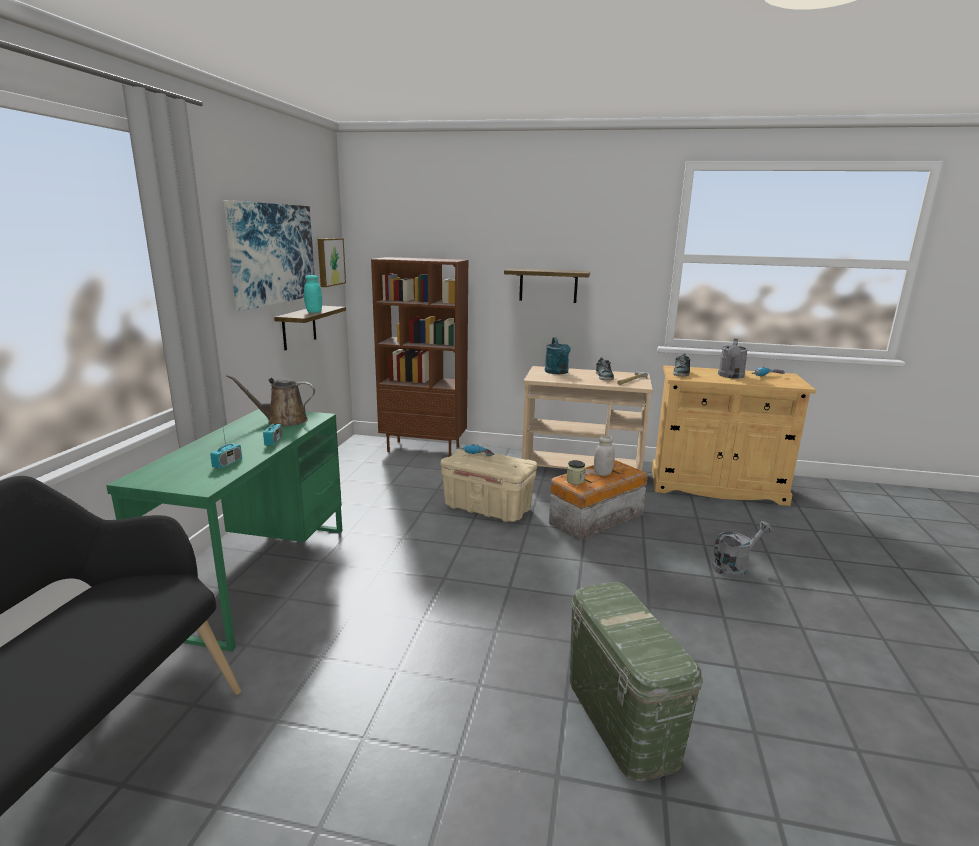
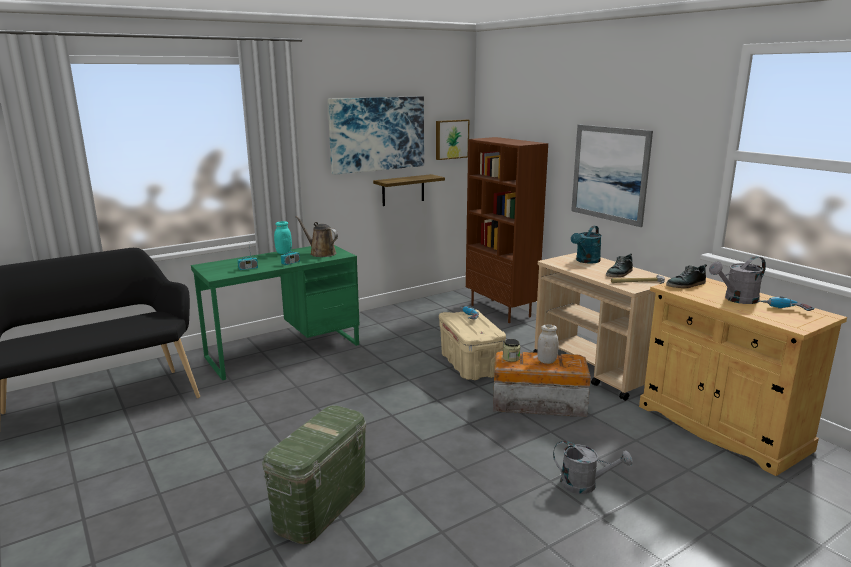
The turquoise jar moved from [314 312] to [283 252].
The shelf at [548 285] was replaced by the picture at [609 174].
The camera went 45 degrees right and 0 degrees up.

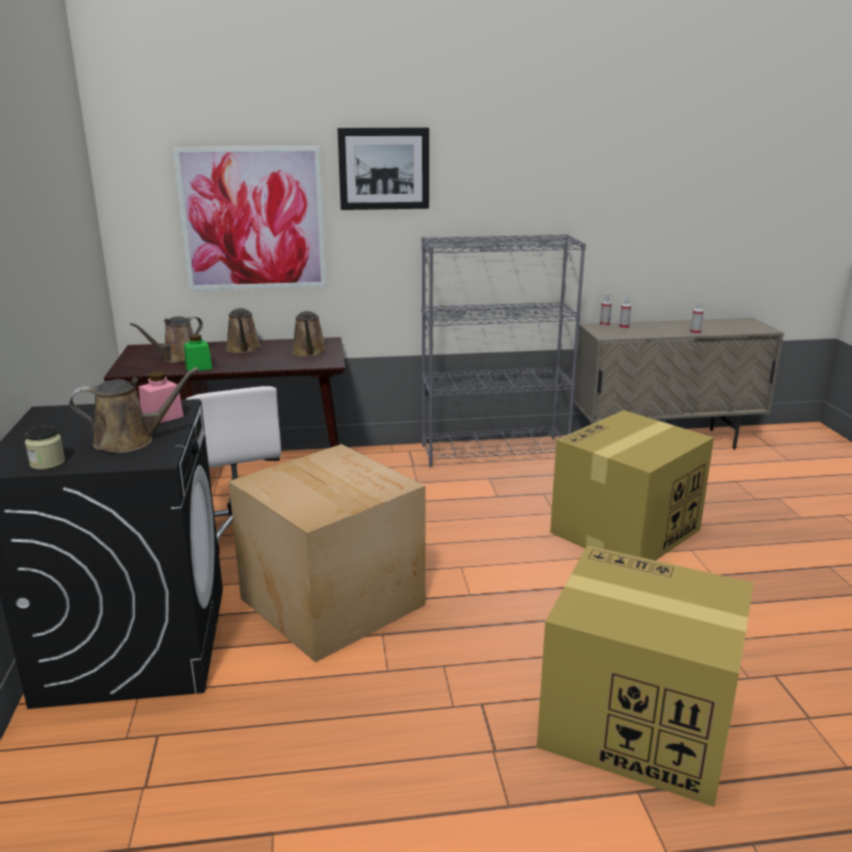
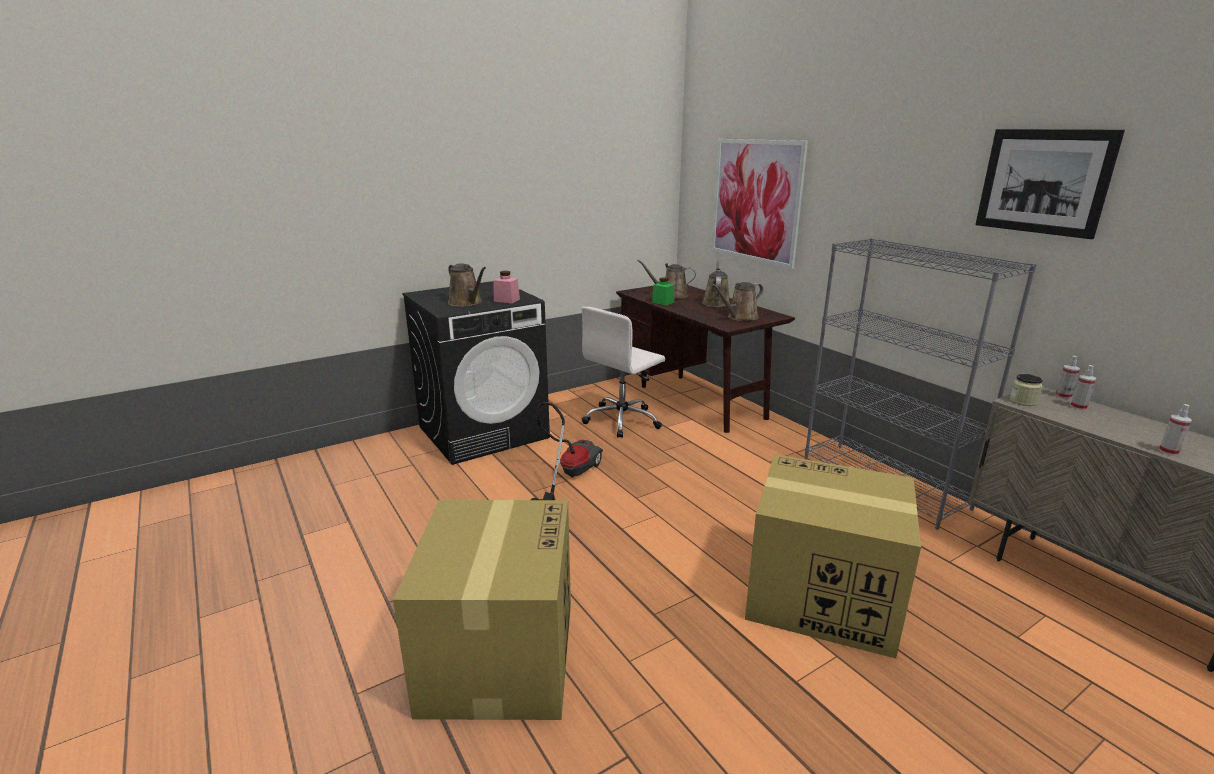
The cardboard box at [333 600] was replaced by the vacuum cleaner at [569 475].
The brown watering can at [244 349] turned 135 degrees clockwise.
The picture moved from [384 169] to [1043 181].
The jar moved from [47 463] to [1023 401].
The camera went 65 degrees right and 0 degrees up.

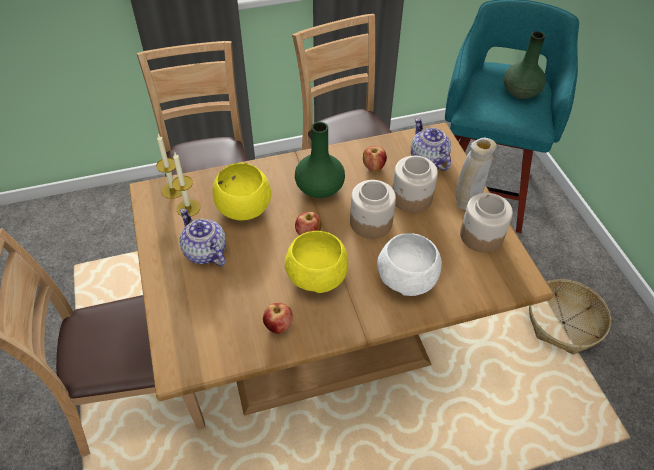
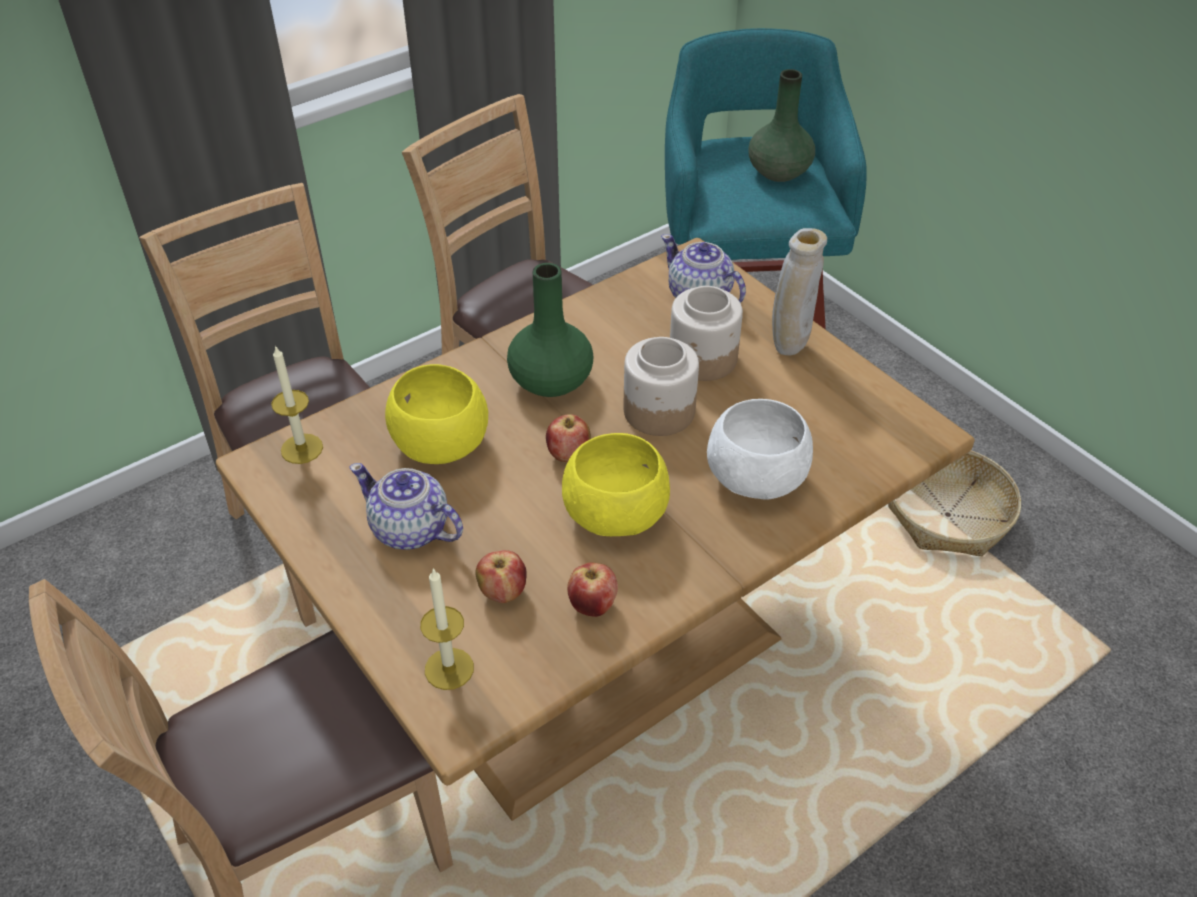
The candle moved from [188 208] to [449 668].
The apple moved from [373 167] to [503 592].
The jar at [481 235] disappeared.
The camera went 20 degrees left and 5 degrees down.

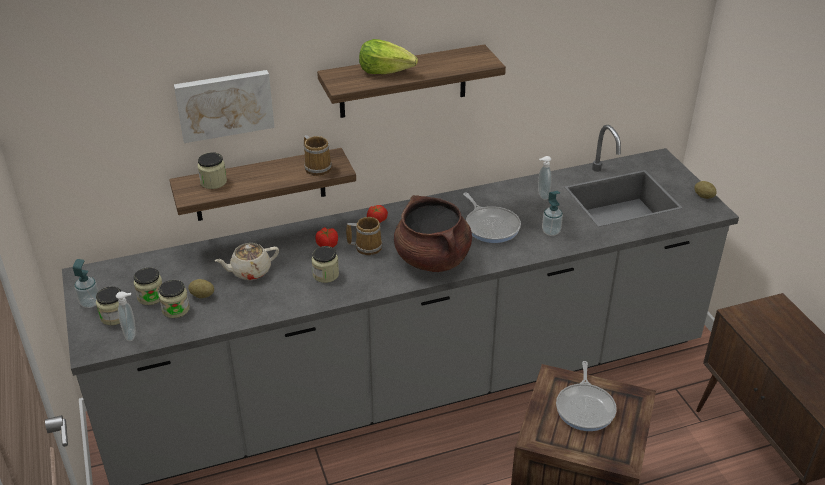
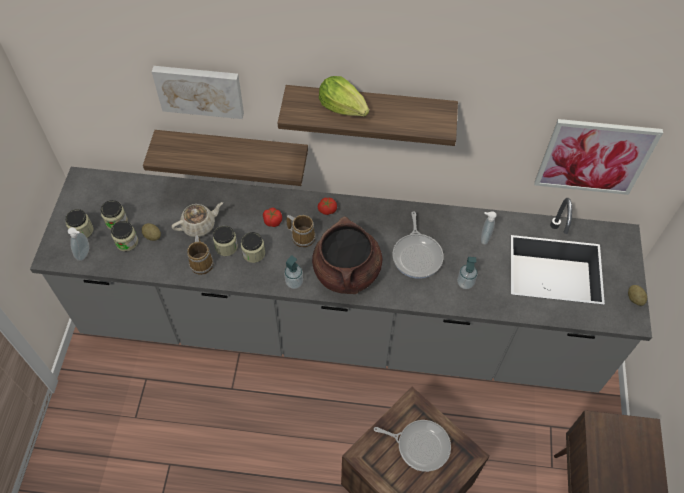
The beige teapot at [250 271] turned 150 degrees clockwise.
The mug moved from [317 167] to [202 262].
The jar moved from [213 182] to [226 247].
The soap dispenser moved from [90 303] to [294 282].
The frying pan at [585 407] turned 105 degrees counterclockwise.
The picture at [594 156] appeared.
The camera went 25 degrees right and 20 degrees up.

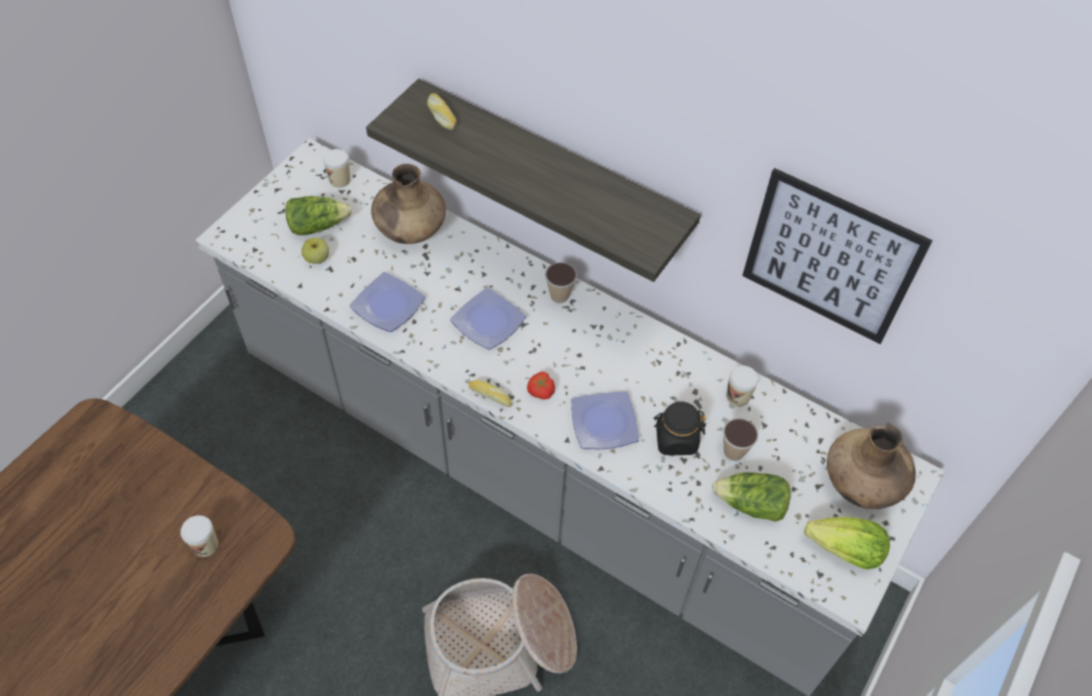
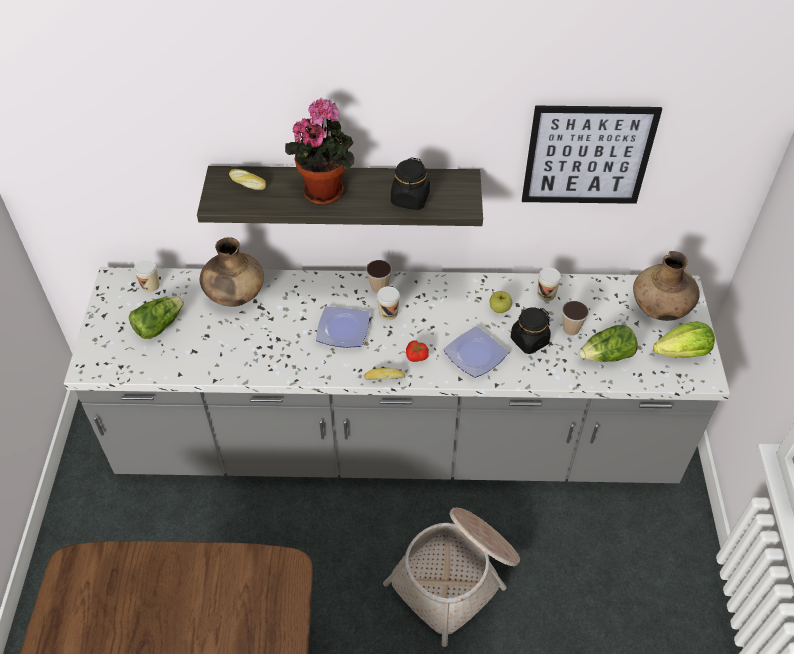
The potted plant at [325 189] appeared.
The cup moved from [205 545] to [388 313].
The black jar at [410 199] appeared.
The apple moved from [317 259] to [500 309].
The plate at [388 306] disappeared.
The camera went 30 degrees left and 5 degrees down.

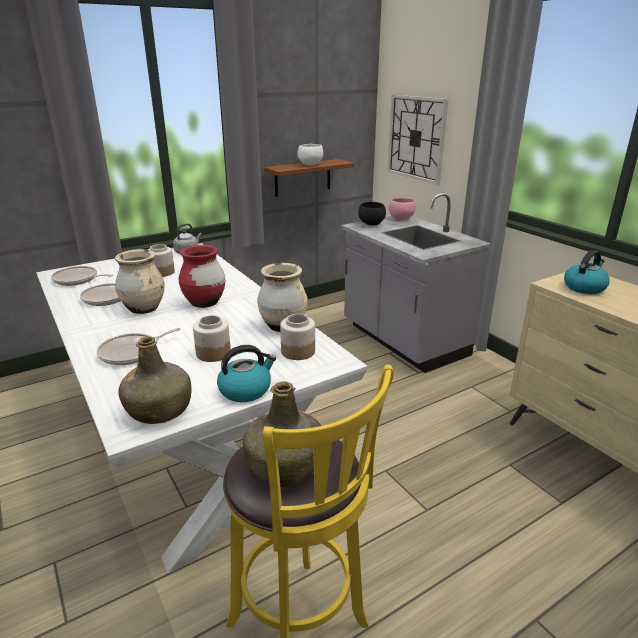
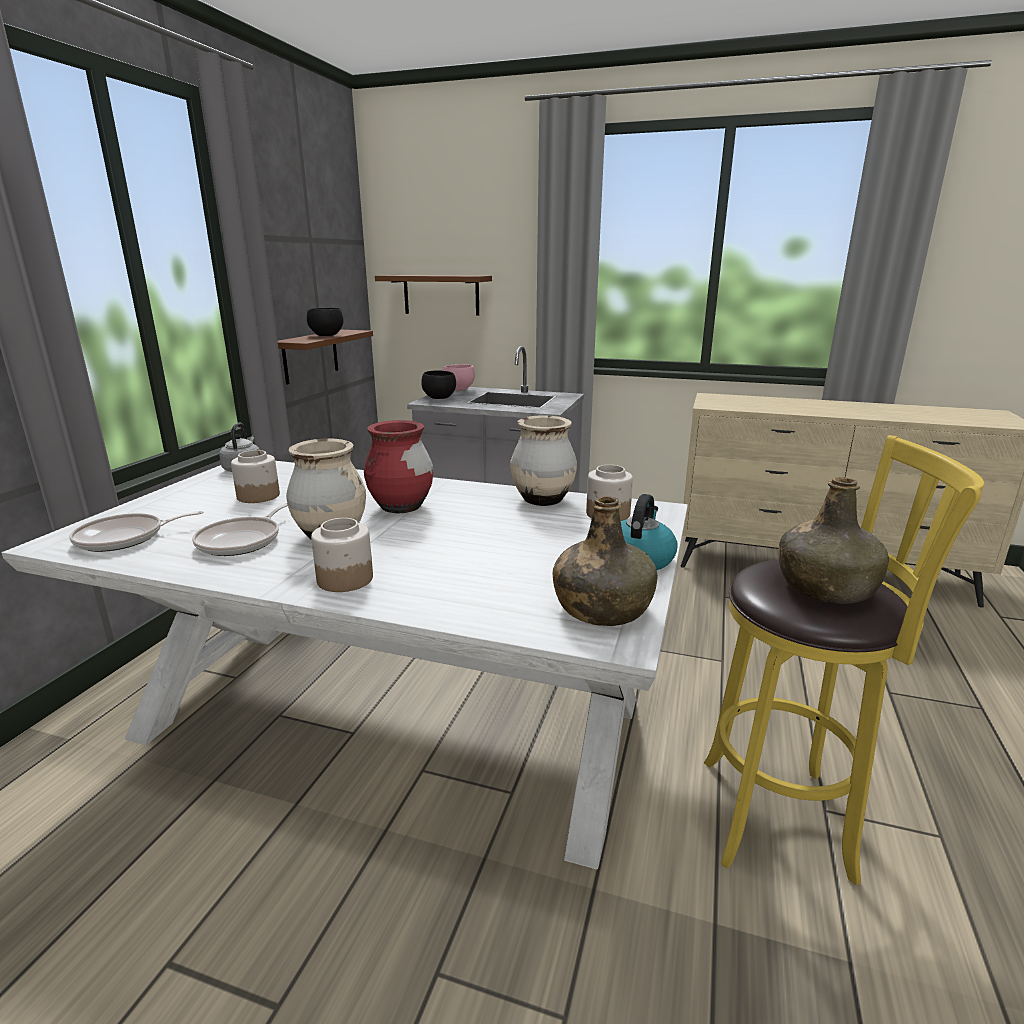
The white bowl at [309 164] became the black bowl at [325 335].
The jar moved from [213 353] to [344 579].
The wall clock at [416 138] was replaced by the brown shelf at [441 295].
The frying pan at [132 352] disappeared.
The kettle at [584 287] disappeared.
The camera went 40 degrees left and 5 degrees down.

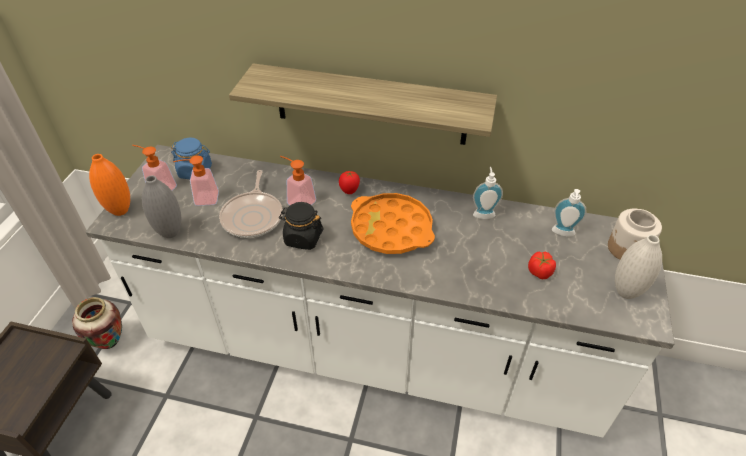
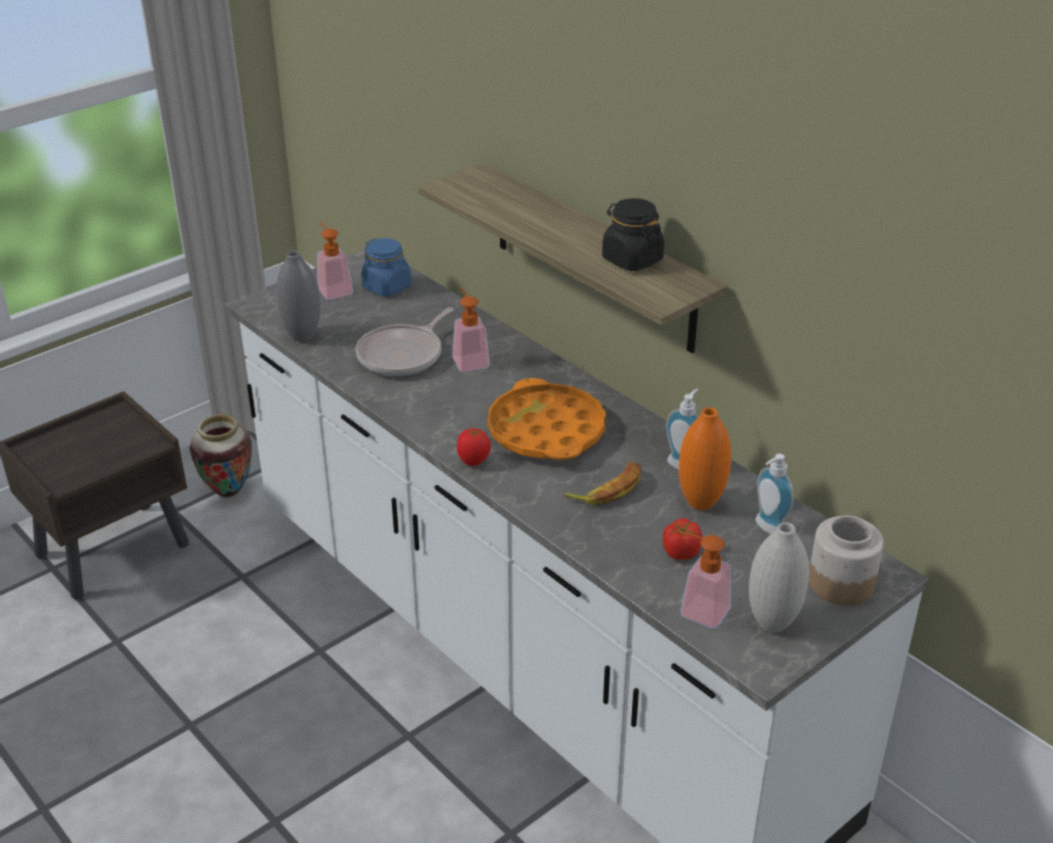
The tomato moved from [349 191] to [473 462].
The banana at [607 489] appeared.
The black jar moved from [303 238] to [632 260].
The soap dispenser moved from [201 199] to [696 609].
The orange vase moved from [120 210] to [700 502].
The camera went 35 degrees right and 10 degrees down.

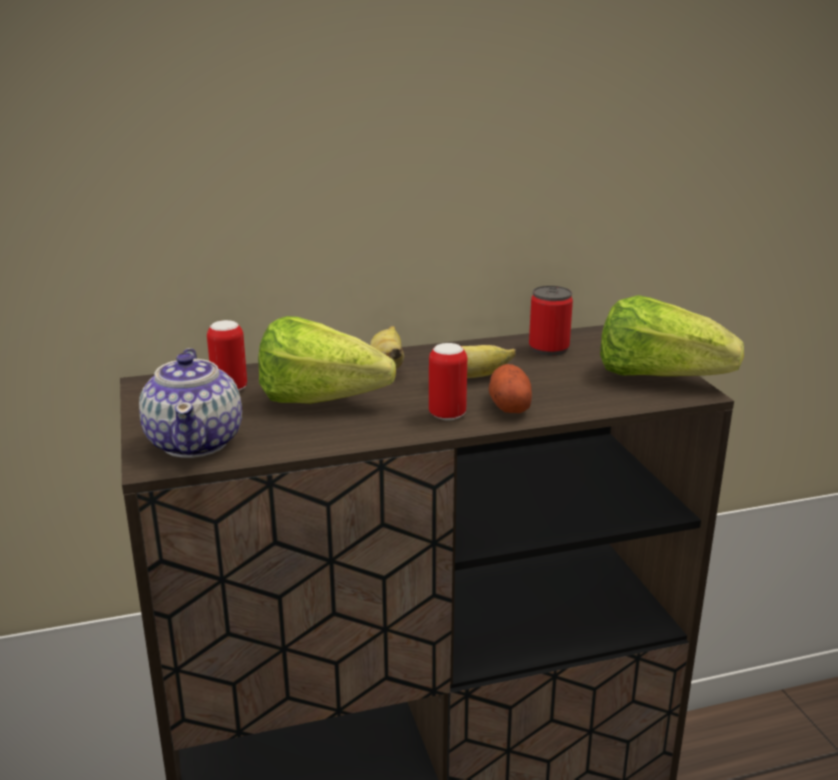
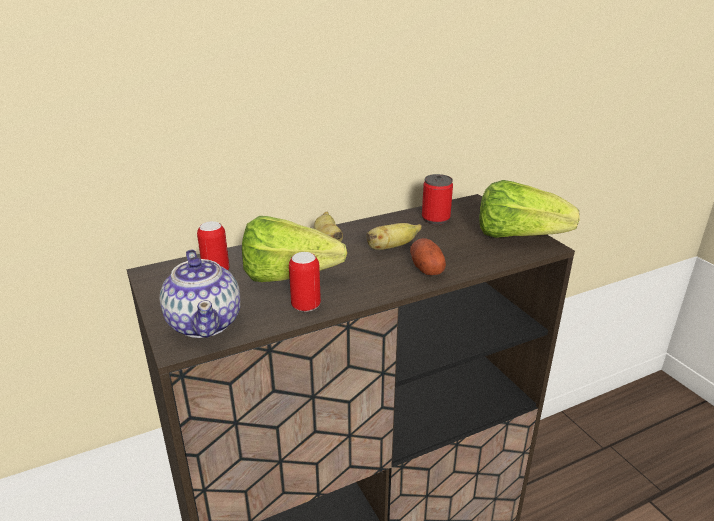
The can moved from [447 415] to [306 306].
The camera went 10 degrees left and 5 degrees up.

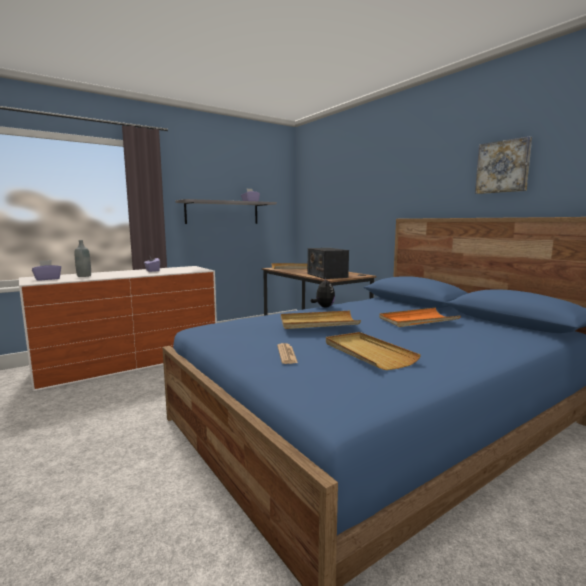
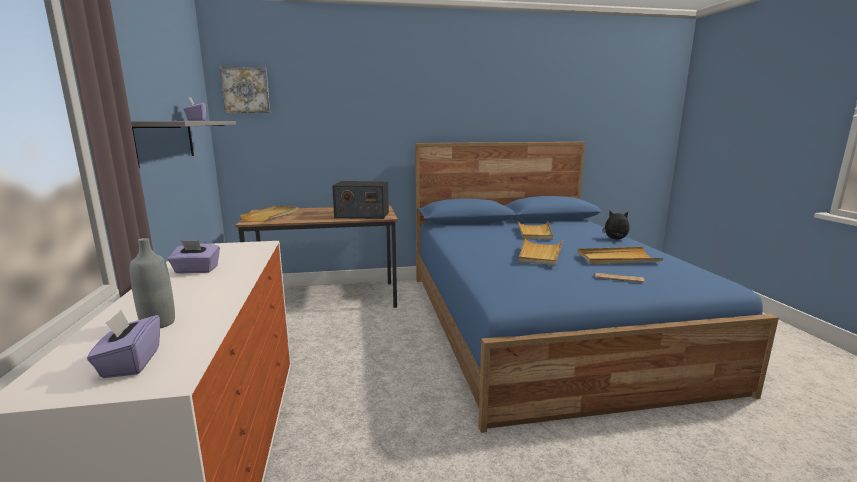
The picture moved from [503 167] to [246 90].
The orange tray at [417 320] became the beige tray at [534 232].
The plush toy moved from [323 307] to [615 239].
The camera went 65 degrees left and 5 degrees up.

